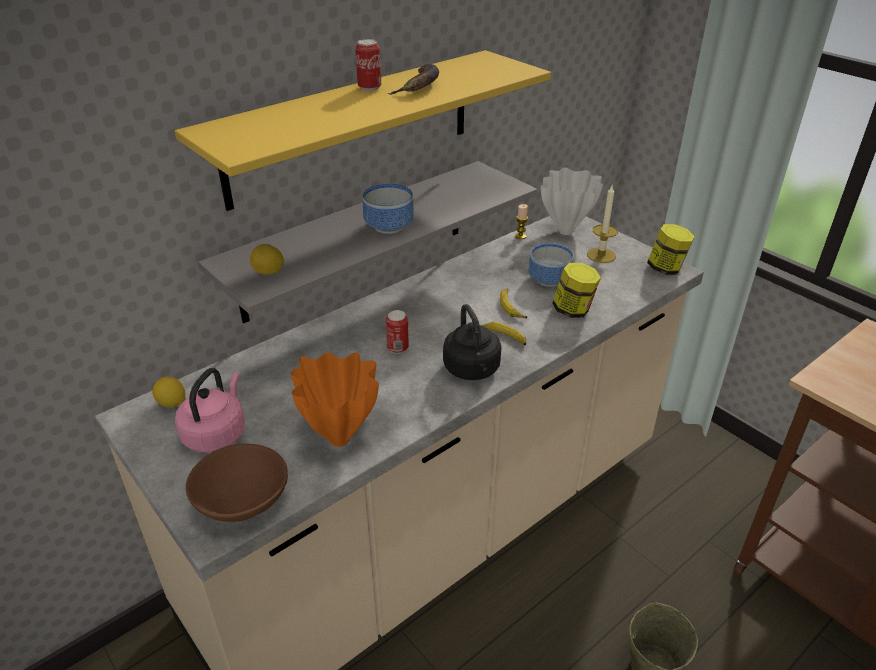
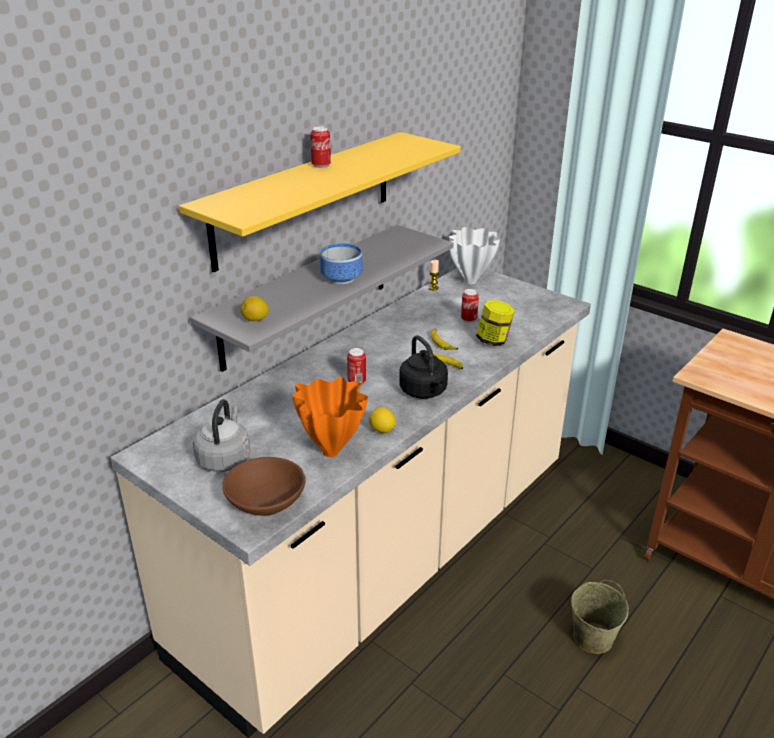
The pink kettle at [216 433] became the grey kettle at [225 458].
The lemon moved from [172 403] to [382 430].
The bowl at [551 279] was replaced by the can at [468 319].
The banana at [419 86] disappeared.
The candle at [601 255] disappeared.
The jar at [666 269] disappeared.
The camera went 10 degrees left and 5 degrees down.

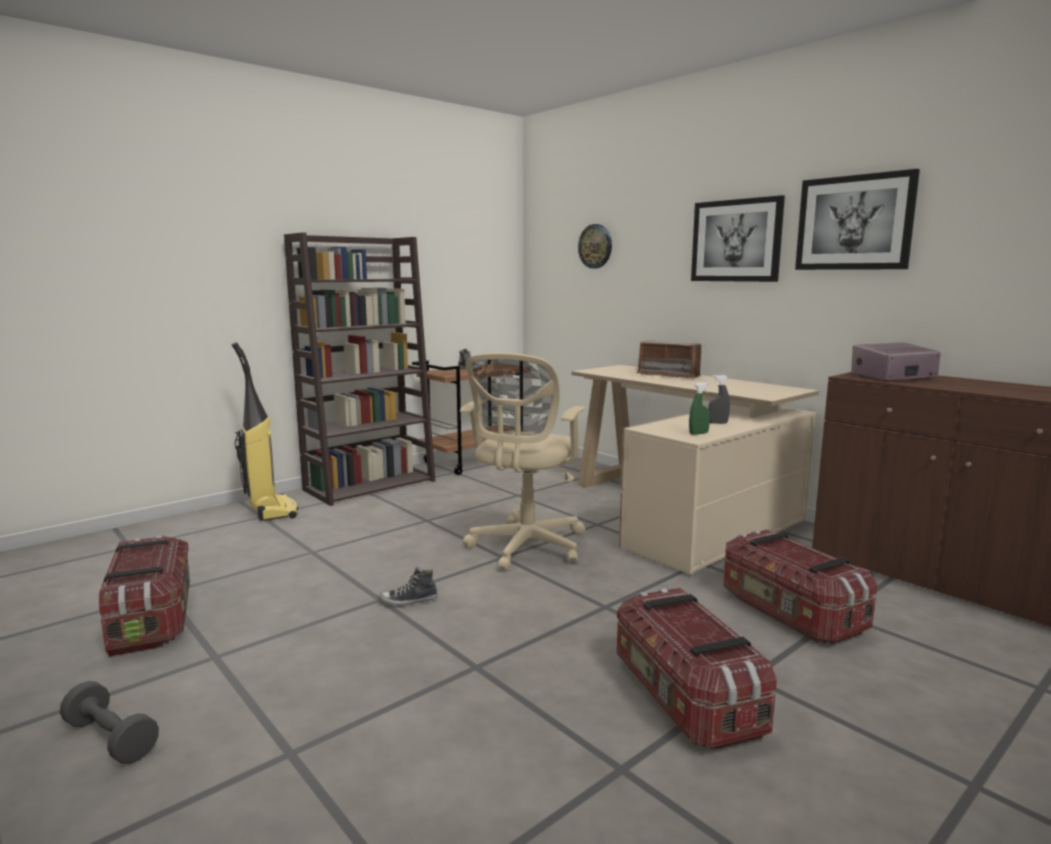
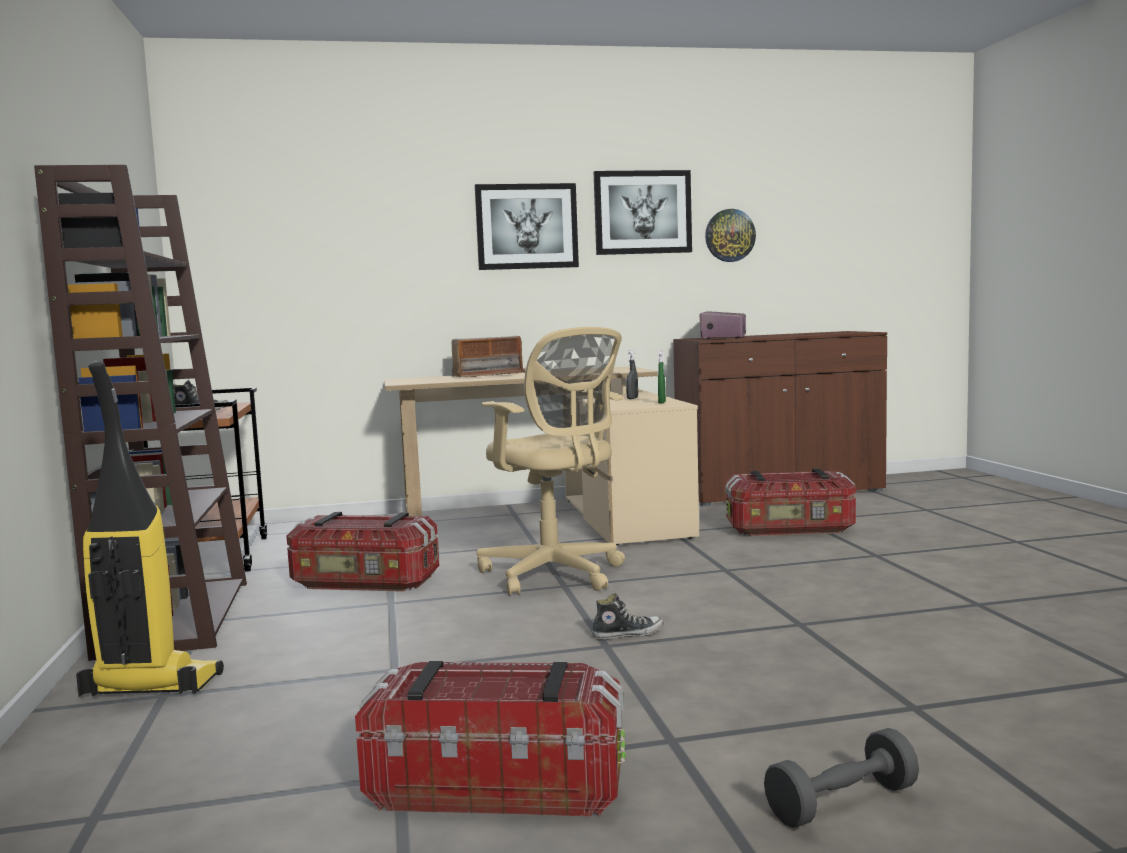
The storage box moved from [684 697] to [364 583].
The shoe at [408 601] turned 120 degrees counterclockwise.
The wall clock moved from [595 246] to [729 235].
The camera went 60 degrees left and 5 degrees down.

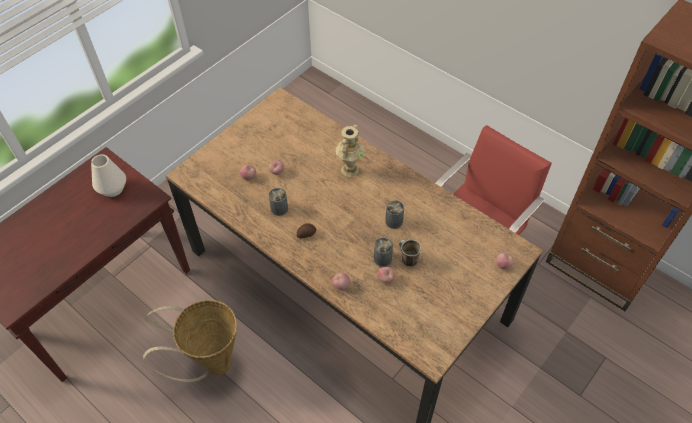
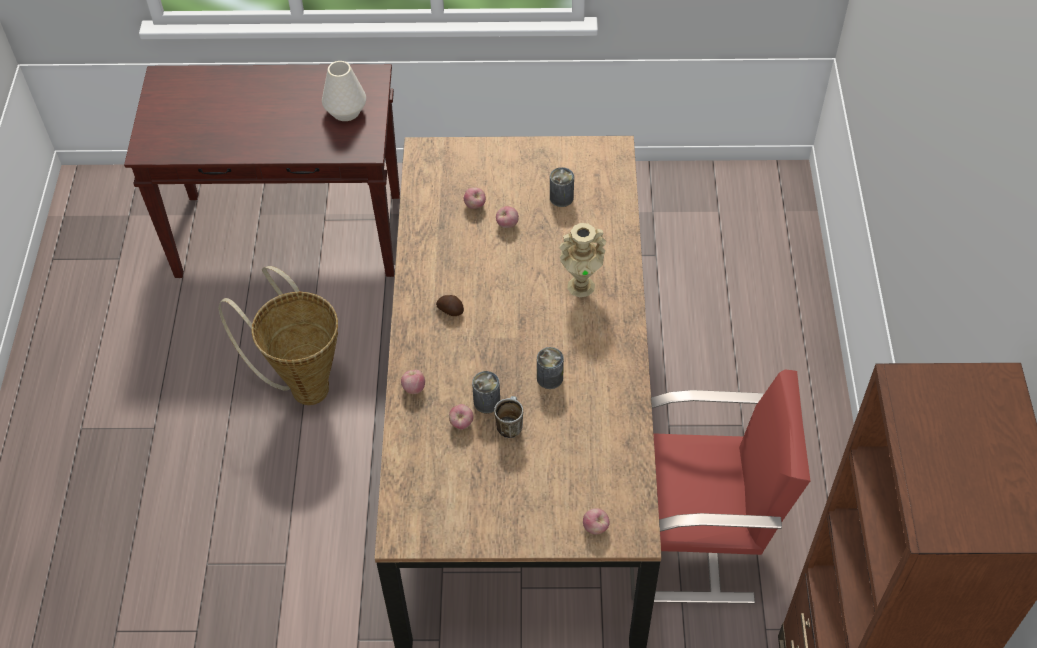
The can moved from [279 208] to [561 198].
The camera went 50 degrees right and 0 degrees up.

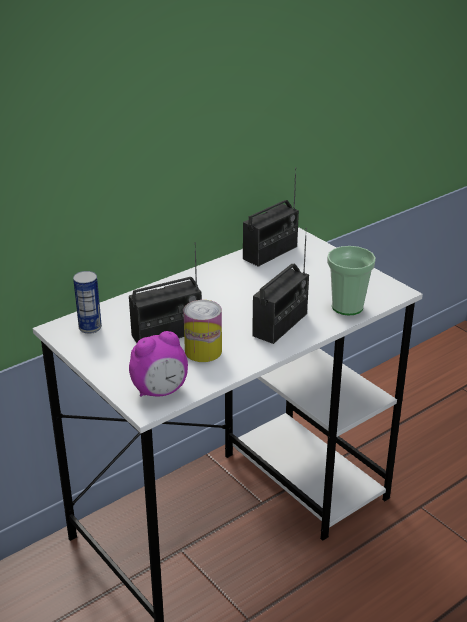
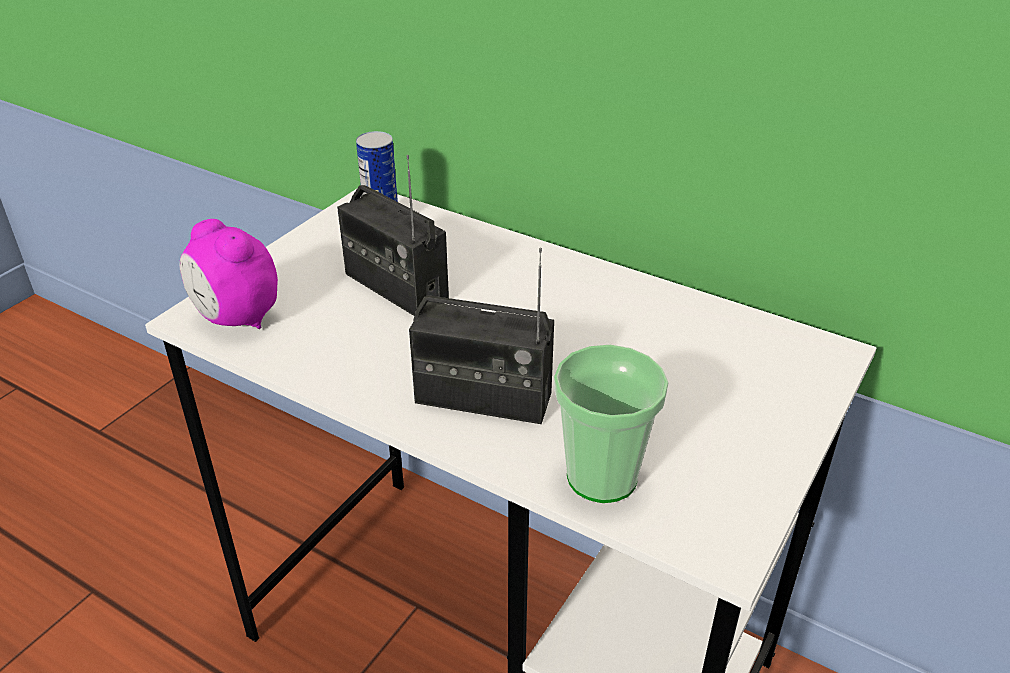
The can at [203 351] disappeared.
The radio at [270 253] disappeared.
The camera went 70 degrees right and 5 degrees up.

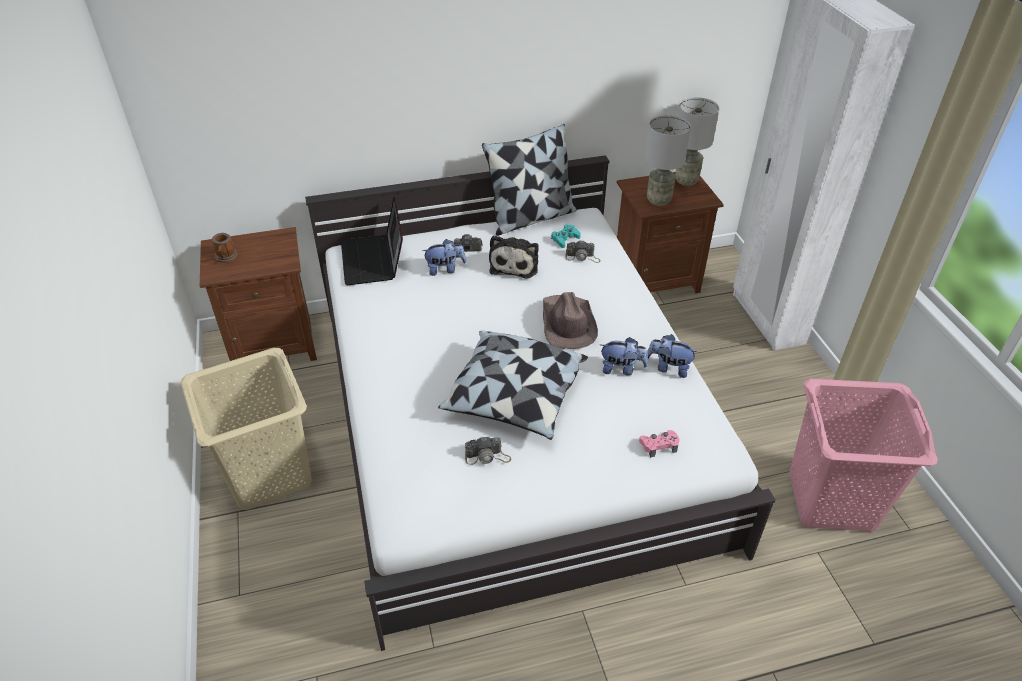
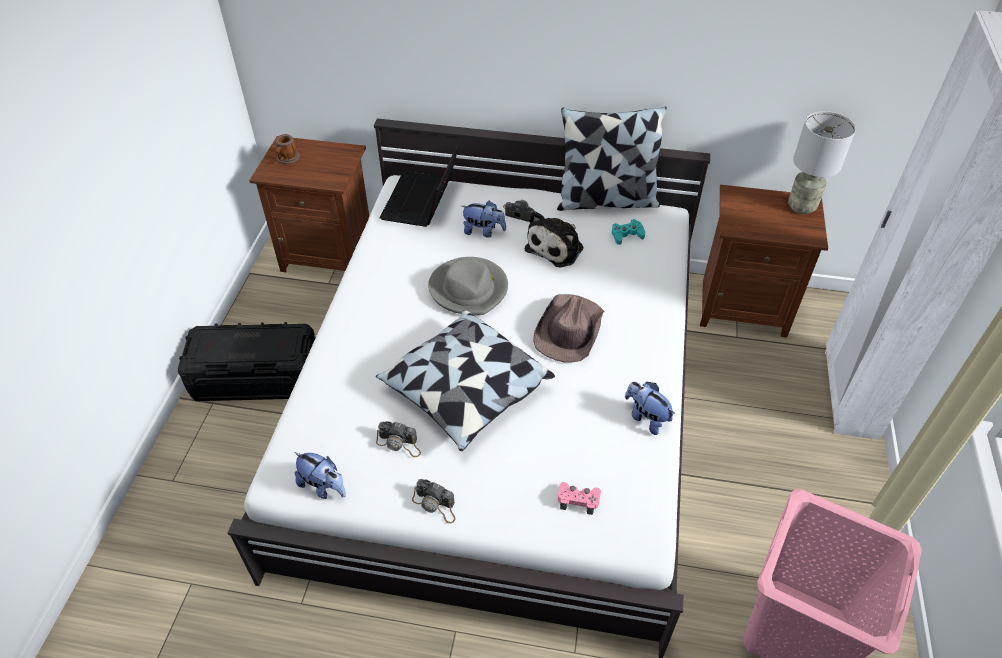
The beige laundry basket at [269 474] was replaced by the black storage box at [257 378].
The plush toy moved from [621 369] to [323 486].
The photo camera moved from [582 257] to [435 505].
The grey hat at [469 289] appeared.
The grey table lamp at [658 200] disappeared.
The camera went 25 degrees right and 5 degrees up.

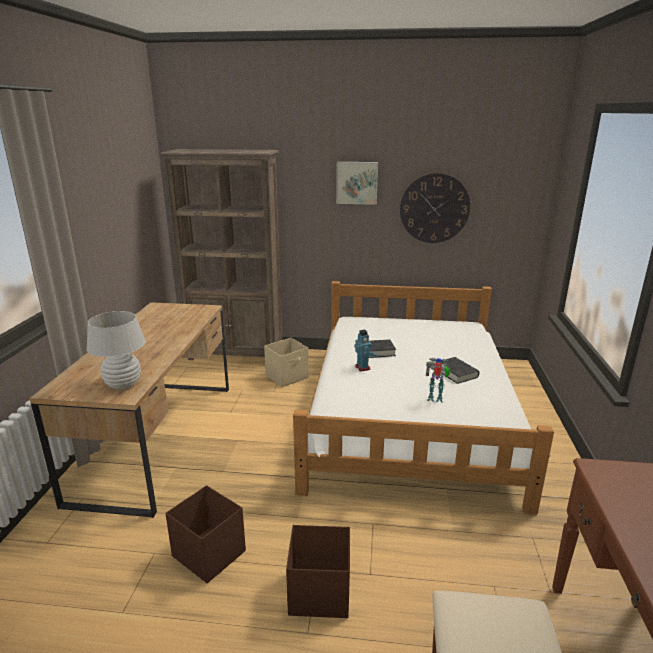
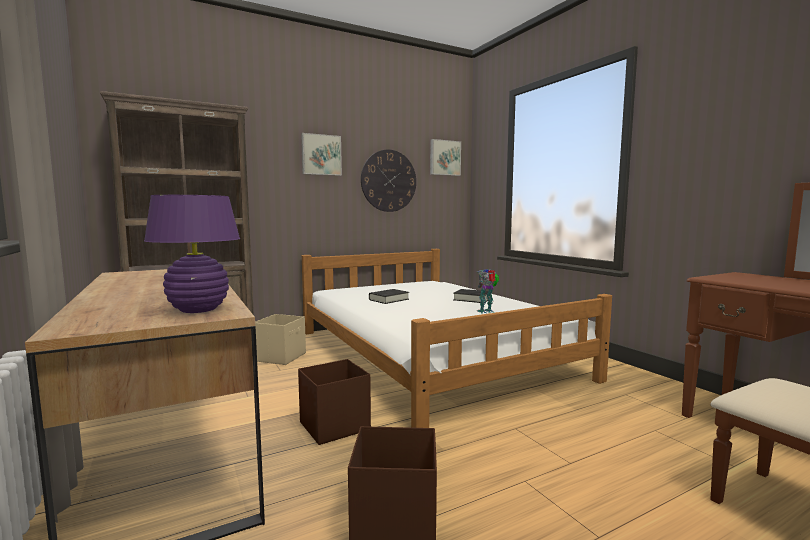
The white table lamp at [123 384] became the purple table lamp at [198 309].
The brown storage box moved from [318 592] to [333 426].
The picture at [444 158] appeared.
The toy robot at [363 367] disappeared.
The camera went 35 degrees left and 15 degrees down.

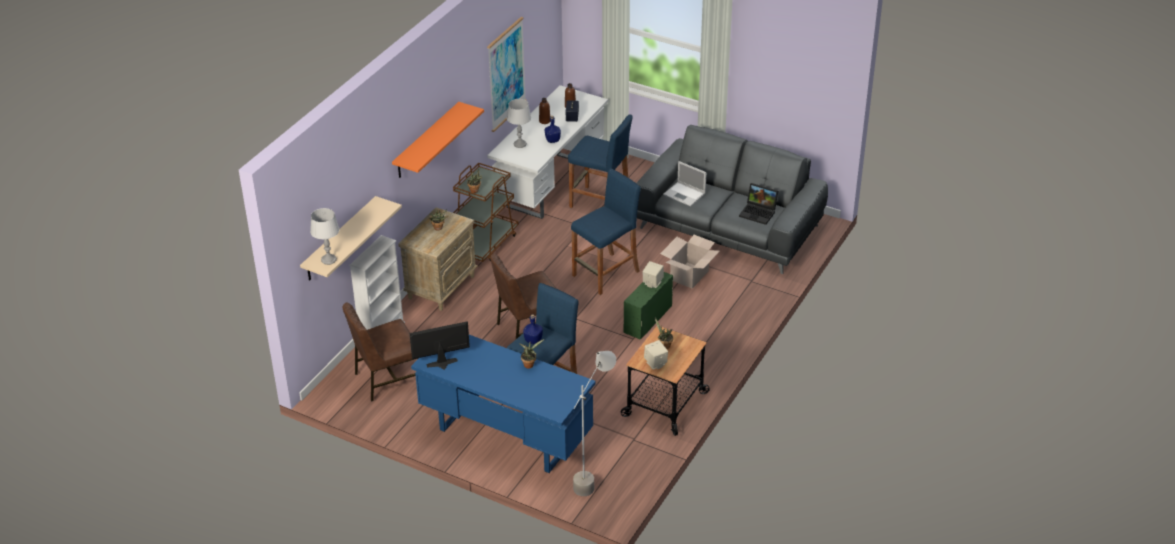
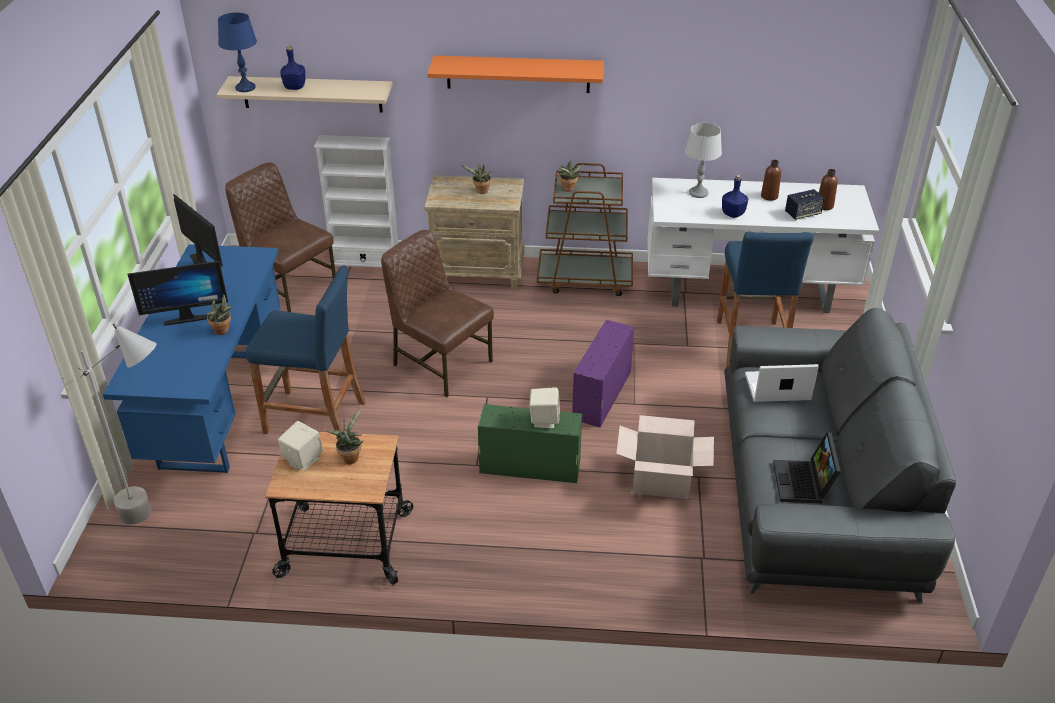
The monitor at [187 317] appeared.
The grey table lamp at [328 260] became the blue table lamp at [245 88].
The blue bottle moved from [533 340] to [294 87].
The blue stool at [606 274] was replaced by the purple storage box at [601 396].
The laptop at [685 194] turned 75 degrees clockwise.
The picture at [506 74] disappeared.
The camera went 65 degrees right and 0 degrees up.

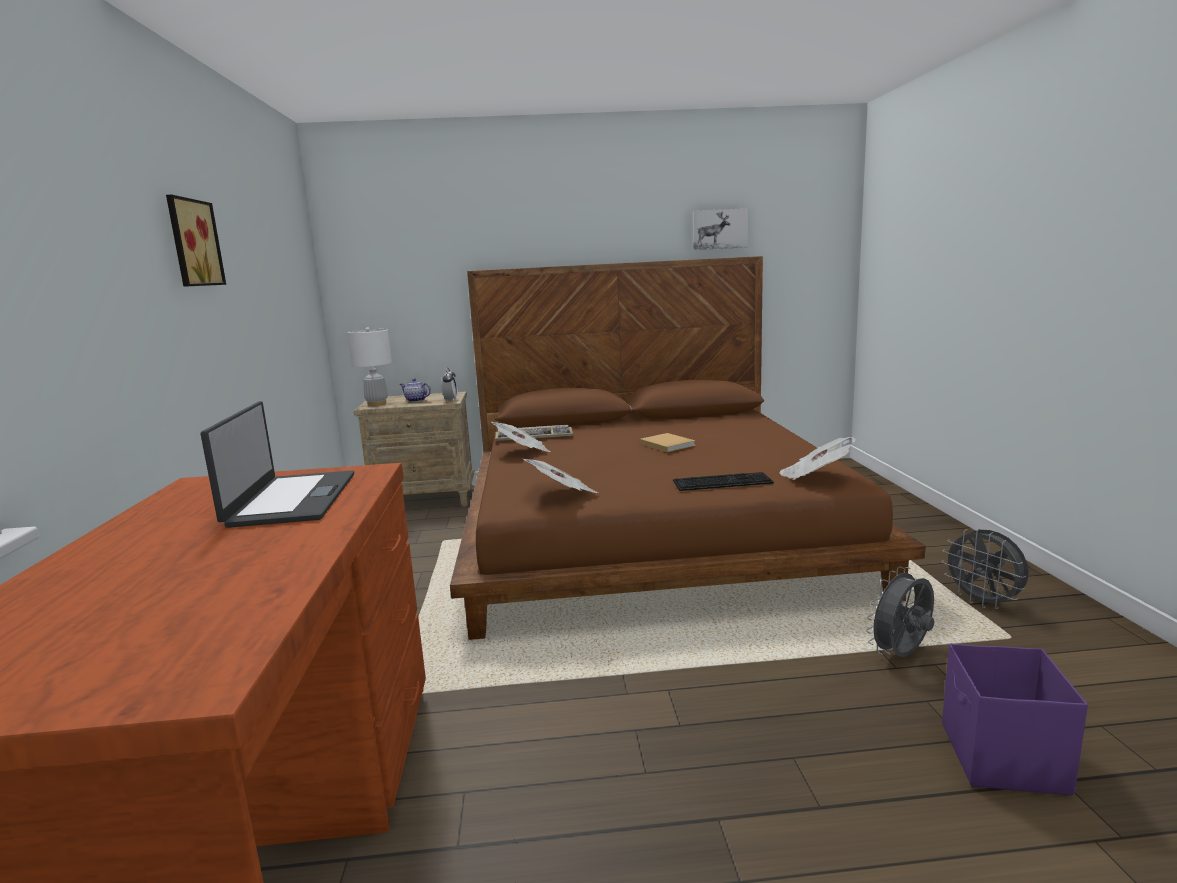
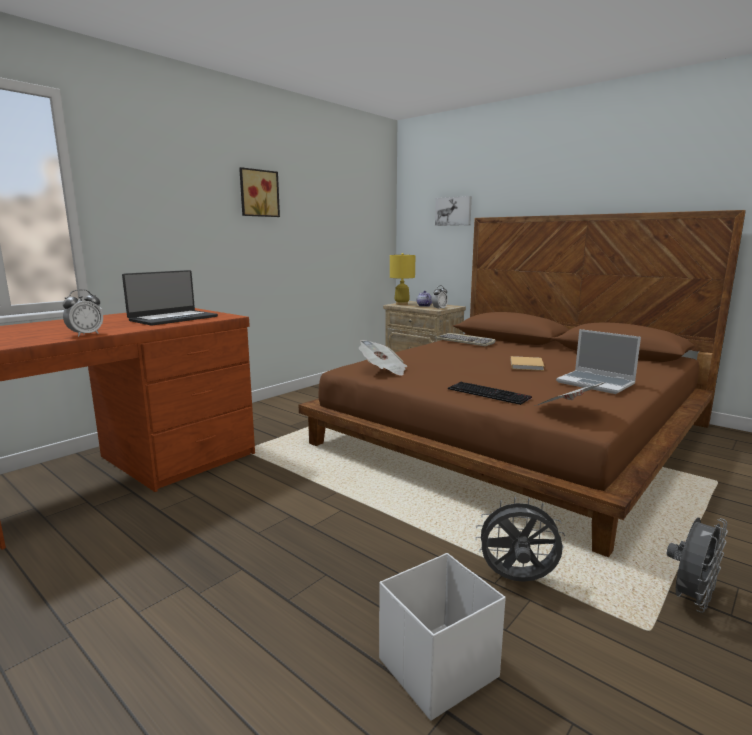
The alarm clock at [86 334] appeared.
The purple storage box at [1002 759] became the white storage box at [436 669].
The white table lamp at [376 403] became the yellow table lamp at [401 304].
The picture moved from [719 229] to [453 211].
The laptop at [596 383] appeared.
The grey fan at [983 602] turned 150 degrees counterclockwise.
The newspaper at [523 451] disappeared.
The camera went 45 degrees right and 0 degrees up.

